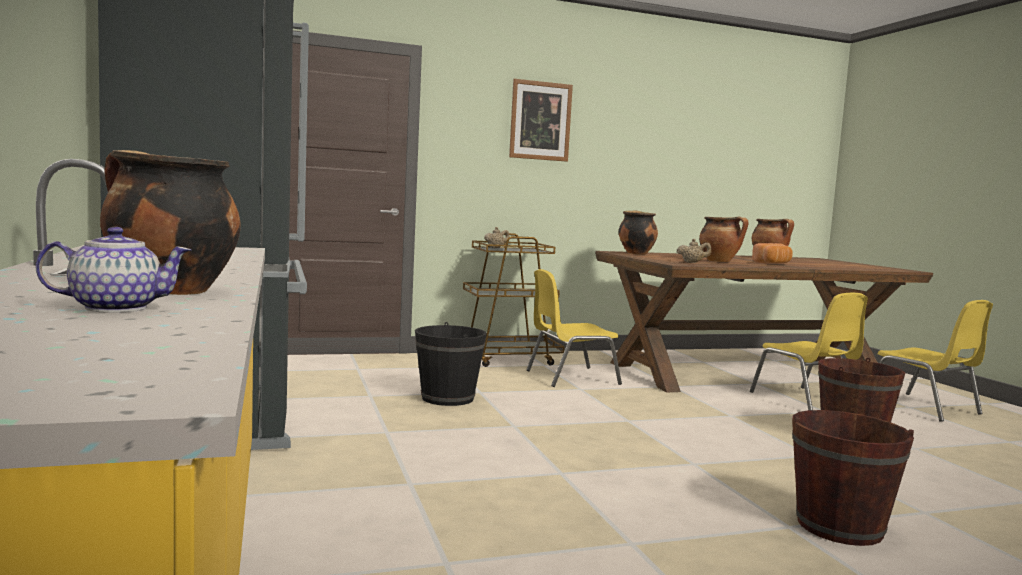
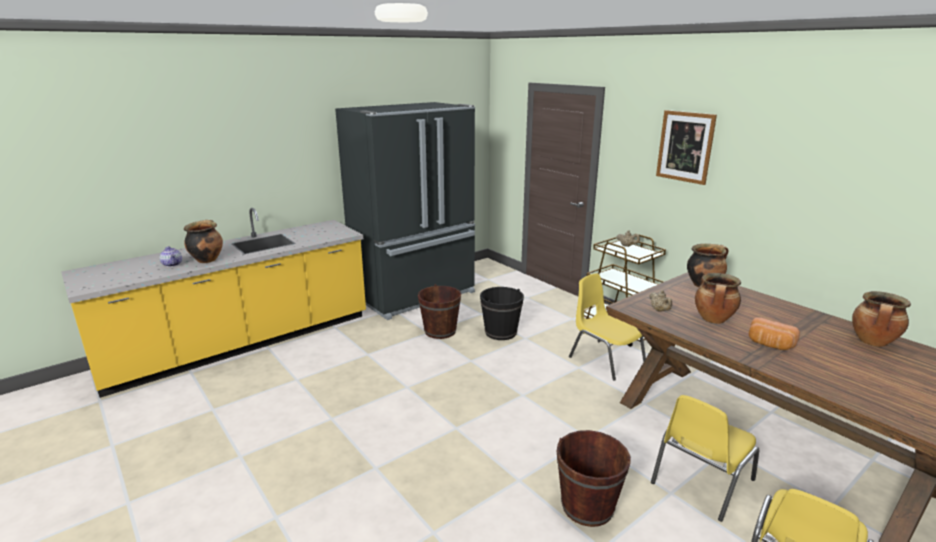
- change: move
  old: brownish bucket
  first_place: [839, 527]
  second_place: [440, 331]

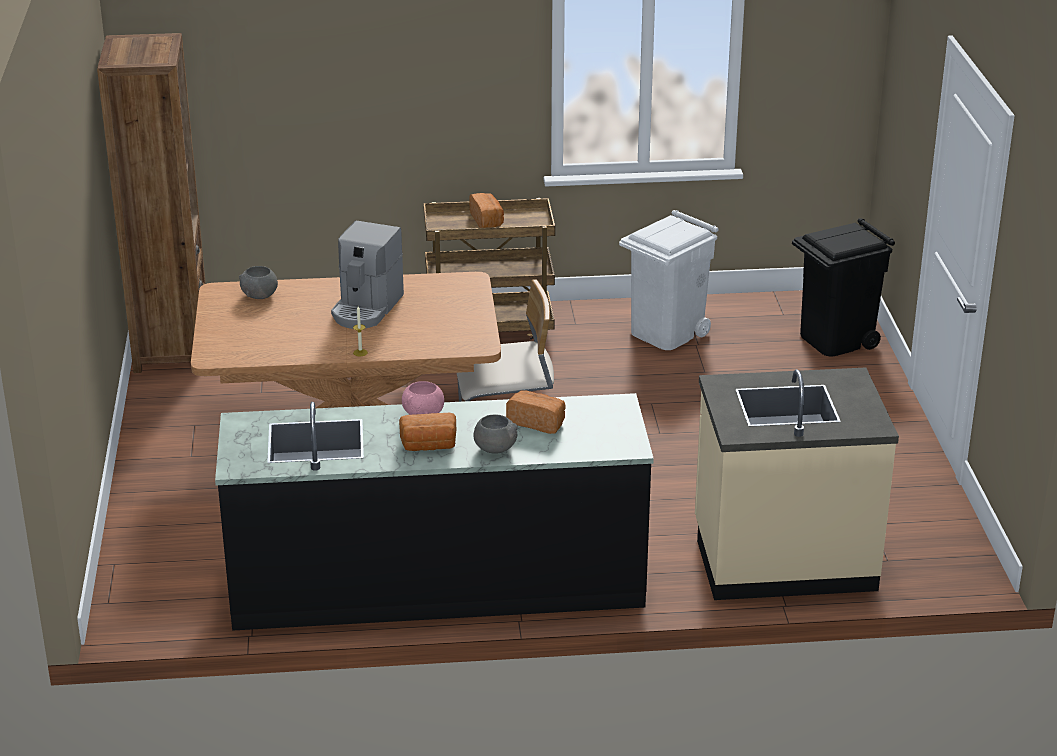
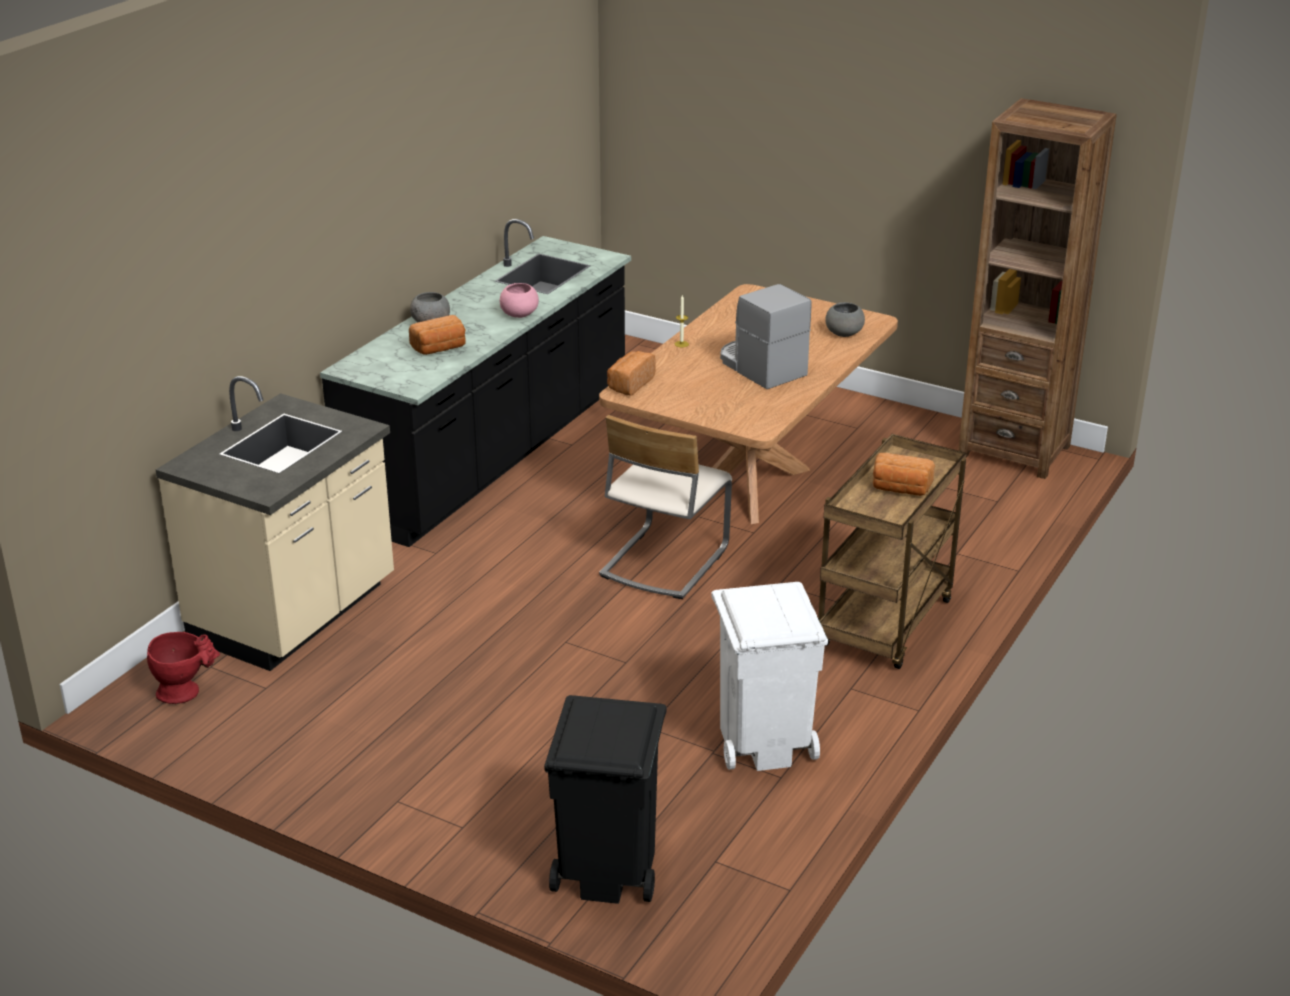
- change: insert
  new: red-coloured vase
  second_place: [186, 692]
- change: move
  old: bakery bread
  first_place: [429, 446]
  second_place: [629, 384]

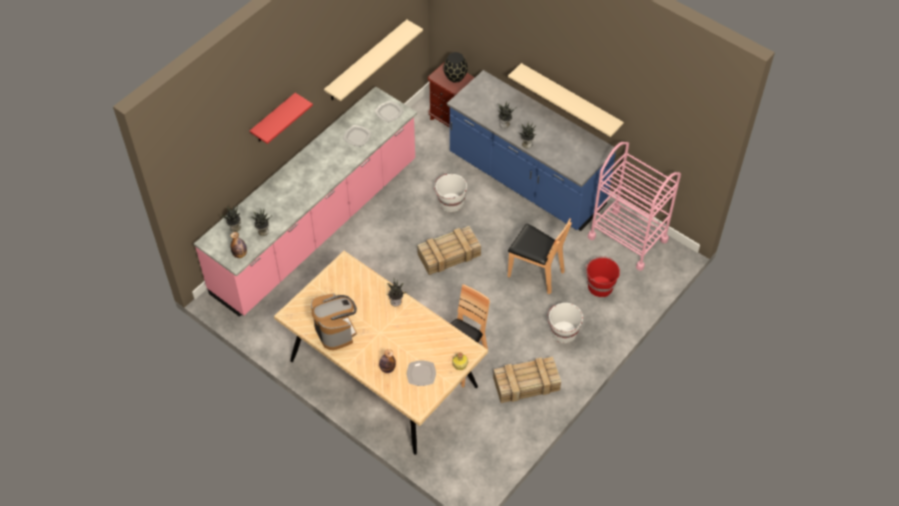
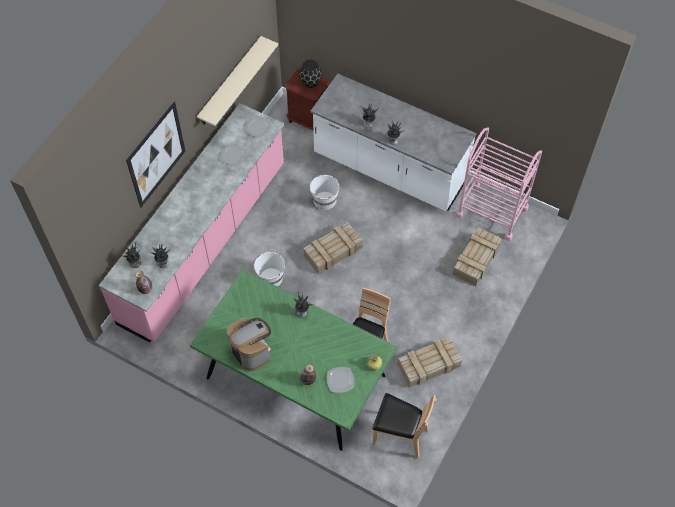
- change: replace
  old: red-coloured bracket shelf
  new: picture
  first_place: [273, 119]
  second_place: [156, 155]
- change: recolor
  old: beige dinner table
  new: green dinner table
  first_place: [382, 373]
  second_place: [295, 377]
- change: move
  old: whitish bucket
  first_place: [563, 332]
  second_place: [270, 278]
- change: recolor
  old: blue-coloured counter
  new: whitish counter
  first_place: [526, 180]
  second_place: [389, 169]
- change: move
  old: brownish plain chair
  first_place: [535, 273]
  second_place: [400, 435]
- change: replace
  old: red-coloured bucket
  new: packing crate
  first_place: [599, 286]
  second_place: [476, 261]
- change: delete
  old: beige bracket shelf
  first_place: [570, 99]

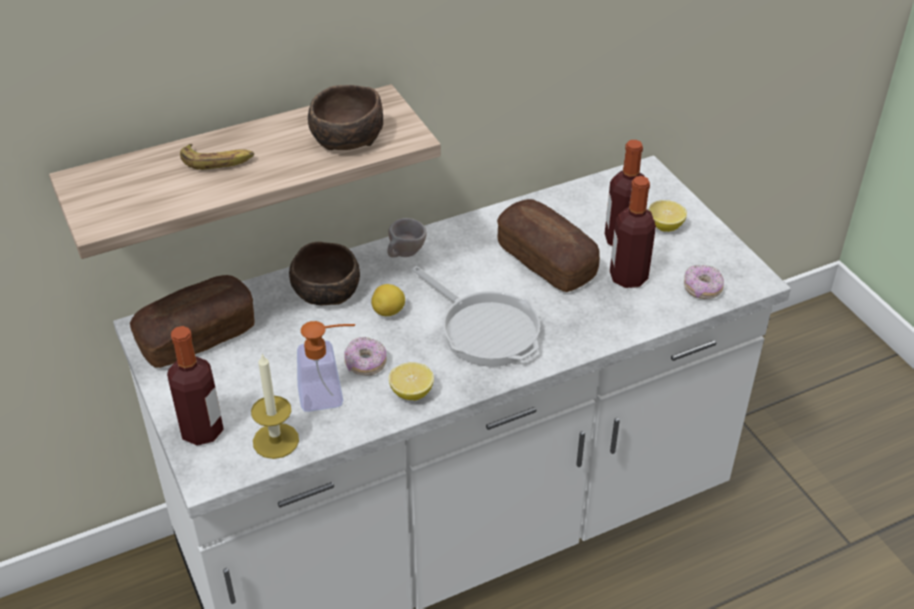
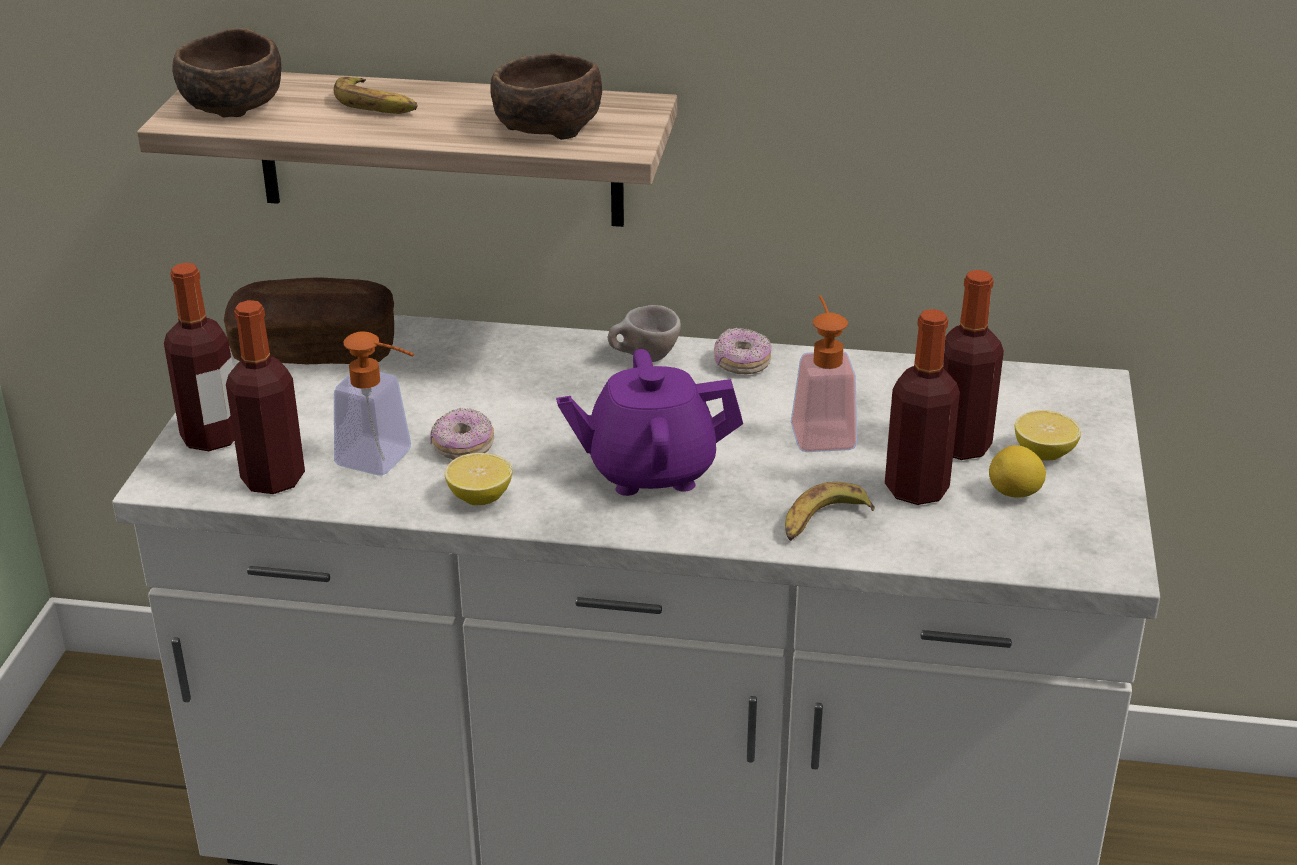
- change: move
  old: brownish serving bowl
  first_place: [327, 292]
  second_place: [232, 105]
- change: replace
  old: wax candle
  new: drink bottle
  first_place: [276, 440]
  second_place: [273, 479]
- change: replace
  old: skillet
  new: purplish tea pot
  first_place: [485, 329]
  second_place: [650, 470]
- change: move
  old: ring doughnut
  first_place: [702, 289]
  second_place: [741, 363]
- change: insert
  new: whole banana
  second_place: [823, 521]
- change: replace
  old: bakery bread
  new: soap bottle
  first_place: [546, 261]
  second_place: [820, 430]
- change: move
  old: citrus fruit
  first_place: [389, 312]
  second_place: [1014, 494]

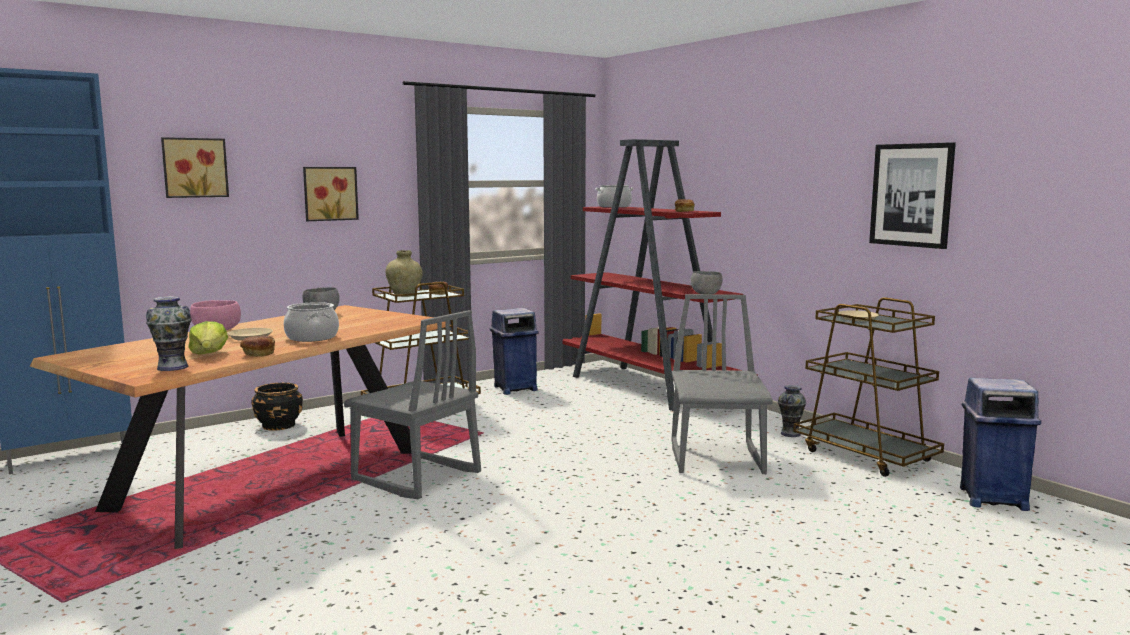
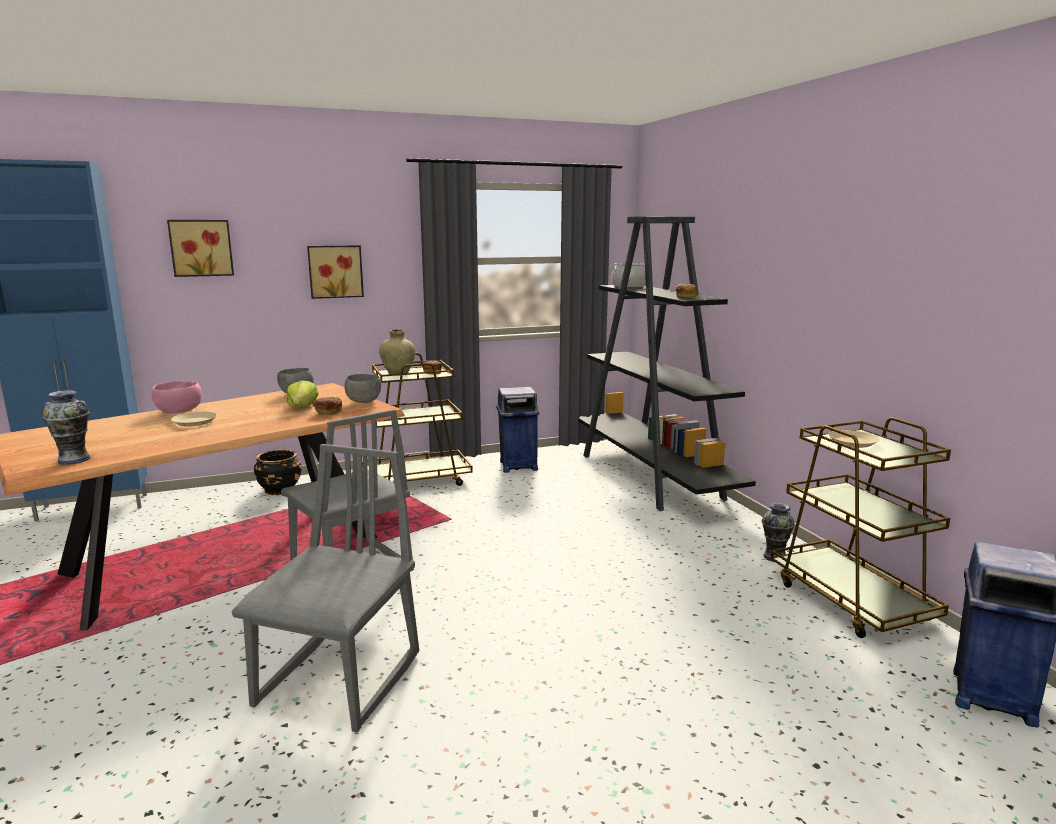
- change: move
  old: gray plain chair
  first_place: [717, 458]
  second_place: [341, 680]
- change: move
  old: lettuce
  first_place: [209, 354]
  second_place: [302, 407]
- change: move
  old: bakery bread
  first_place: [258, 354]
  second_place: [328, 412]
- change: move
  old: gray serving bowl
  first_place: [706, 294]
  second_place: [364, 401]
- change: recolor
  old: red-coloured bookshelf
  new: black bookshelf
  first_place: [648, 388]
  second_place: [651, 477]
- change: delete
  old: stockpot
  first_place: [312, 337]
- change: delete
  old: picture
  first_place: [911, 195]

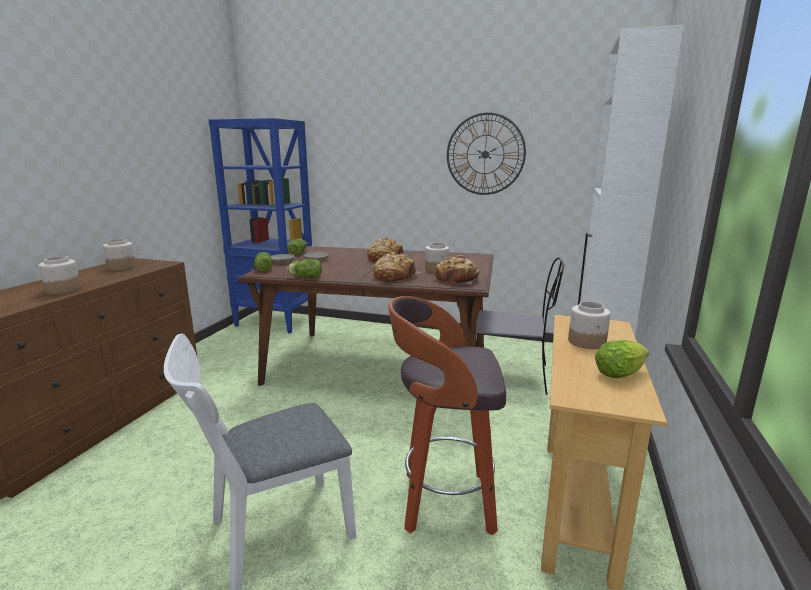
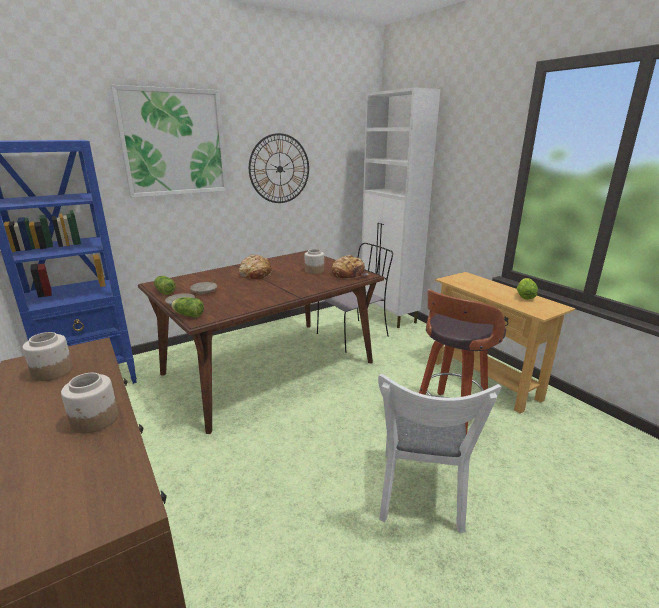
- change: insert
  new: picture
  second_place: [174, 143]
- change: delete
  old: lettuce
  first_place: [305, 277]
- change: delete
  old: bakery bread
  first_place: [394, 277]
- change: delete
  old: storage jar
  first_place: [587, 342]

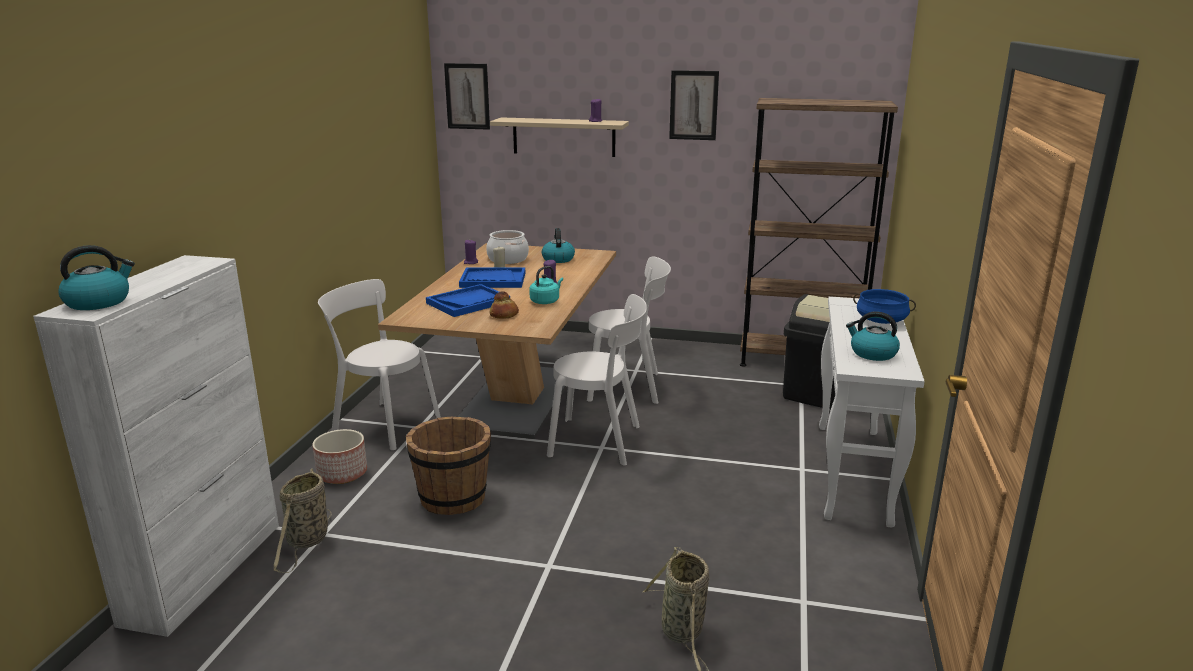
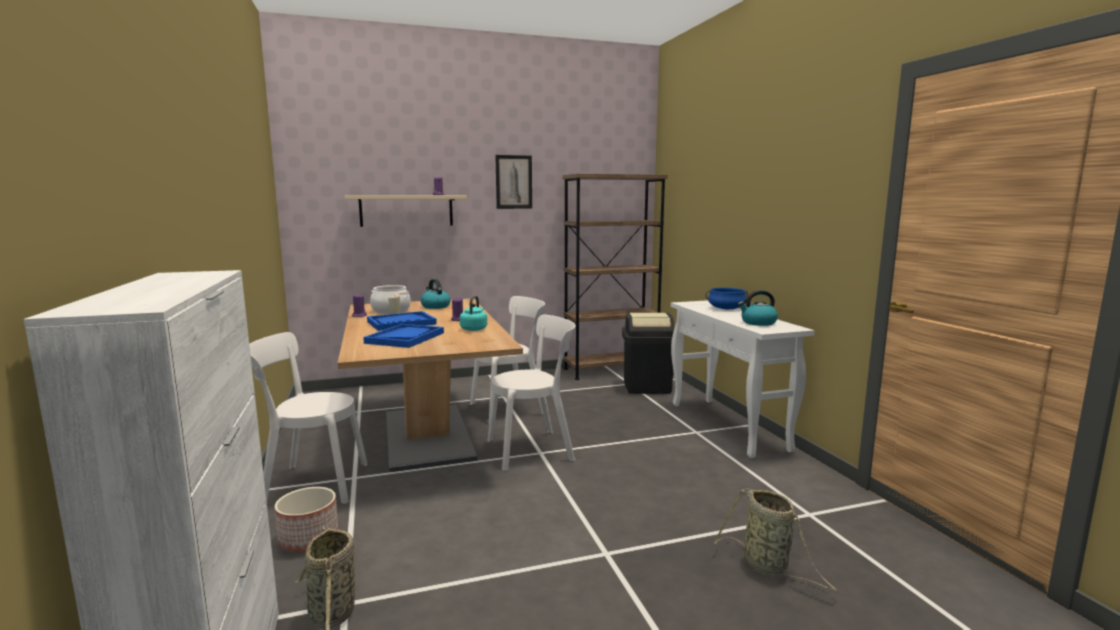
- change: delete
  old: kettle
  first_place: [99, 302]
- change: delete
  old: brownish bucket
  first_place: [453, 498]
- change: delete
  old: picture
  first_place: [467, 96]
- change: delete
  old: bakery bread
  first_place: [504, 314]

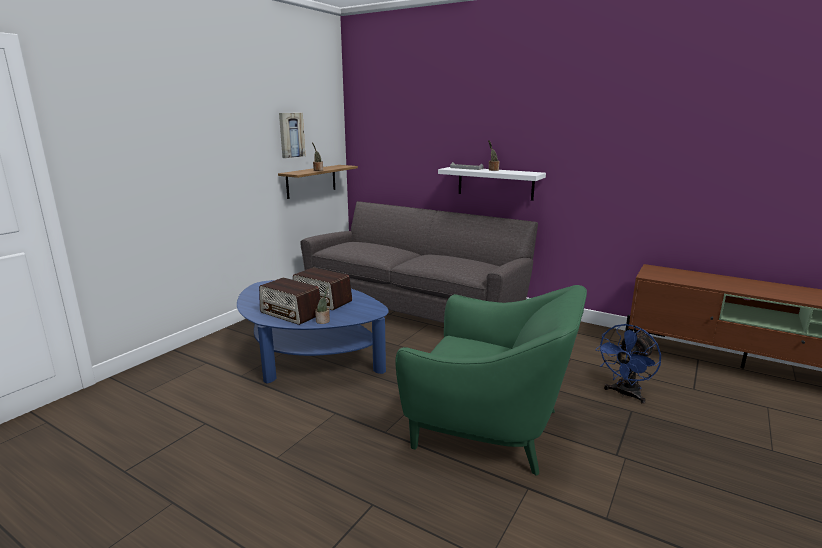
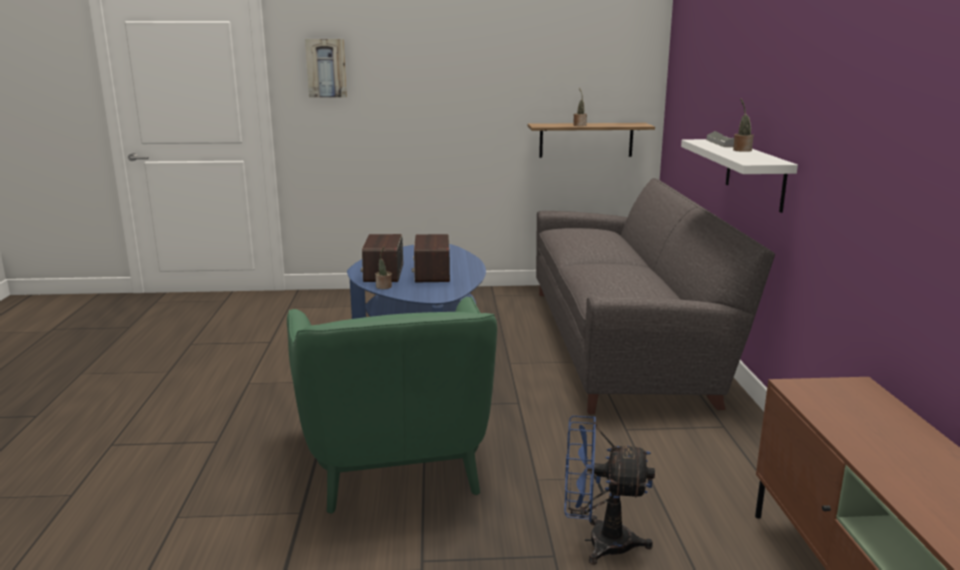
- change: move
  old: picture
  first_place: [291, 135]
  second_place: [326, 68]

